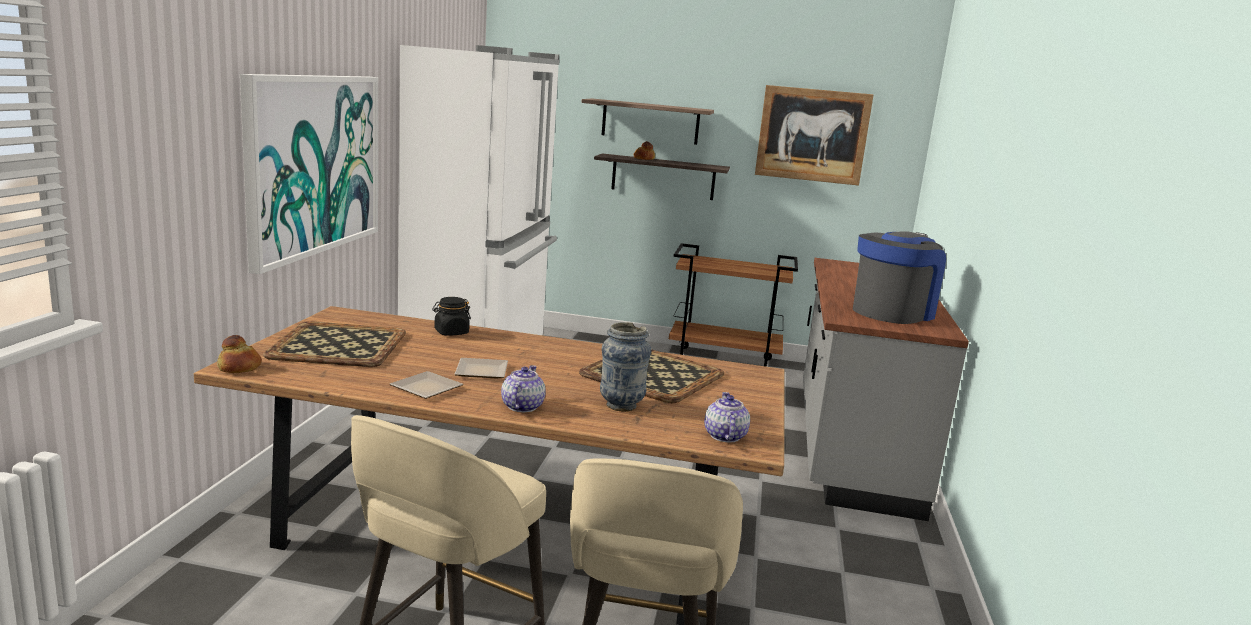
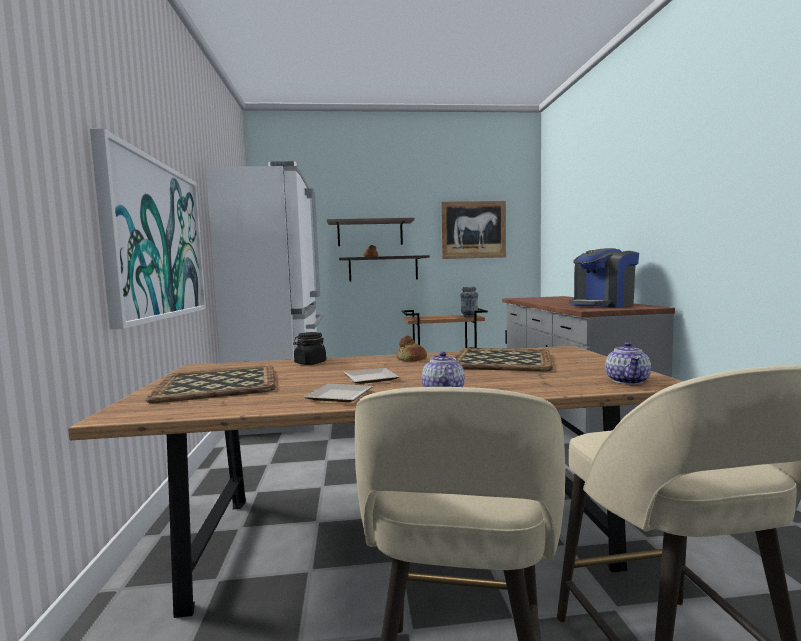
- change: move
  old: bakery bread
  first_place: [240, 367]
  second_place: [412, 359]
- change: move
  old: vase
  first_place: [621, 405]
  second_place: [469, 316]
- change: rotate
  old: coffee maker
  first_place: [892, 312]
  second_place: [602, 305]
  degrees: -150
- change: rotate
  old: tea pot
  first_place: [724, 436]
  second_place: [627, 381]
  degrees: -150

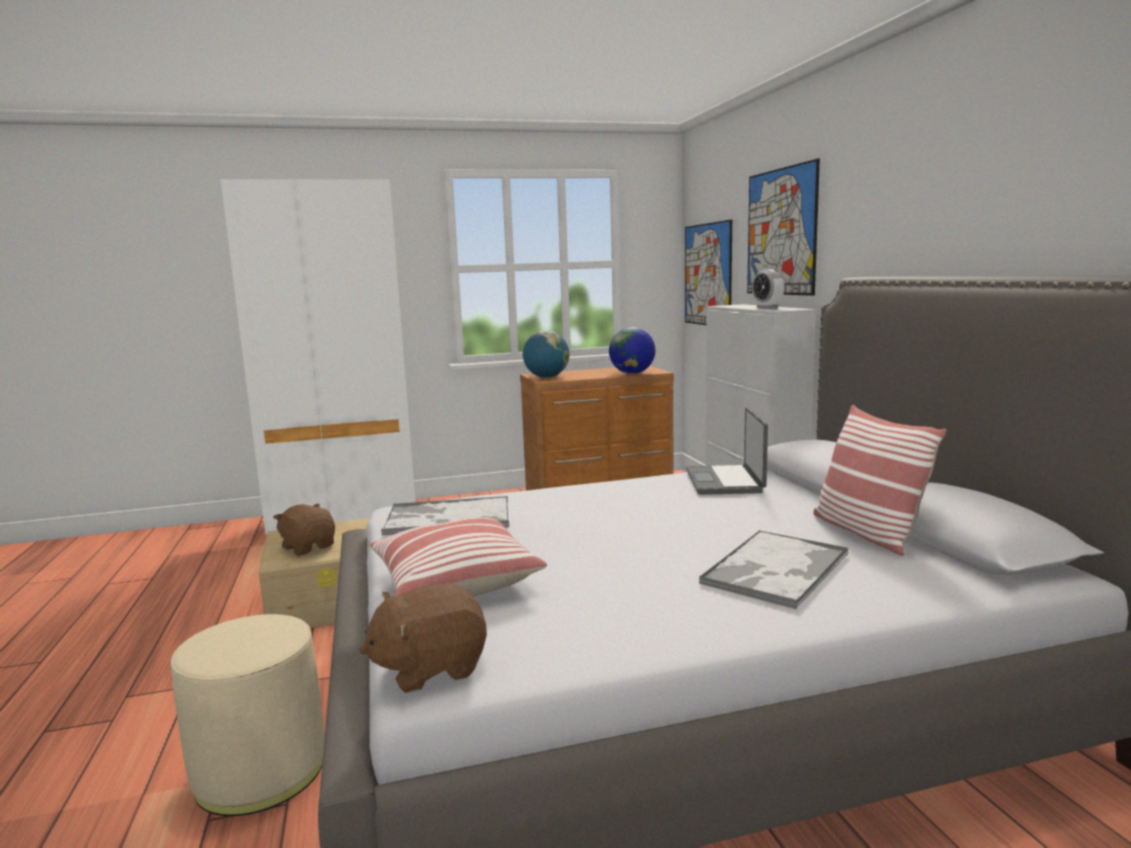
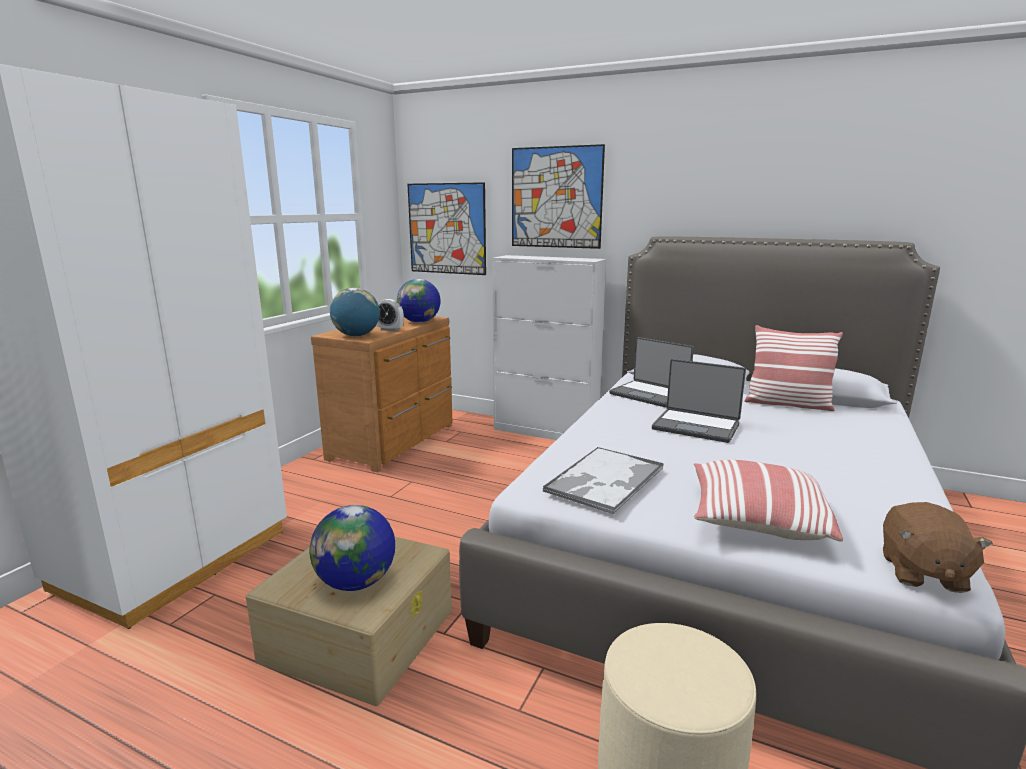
- change: replace
  old: brownish plush toy
  new: desk globe
  first_place: [309, 547]
  second_place: [356, 583]
- change: move
  old: table clock
  first_place: [767, 308]
  second_place: [389, 330]
- change: insert
  new: notebook computer
  second_place: [696, 426]
- change: delete
  old: carrying tray
  first_place: [775, 569]

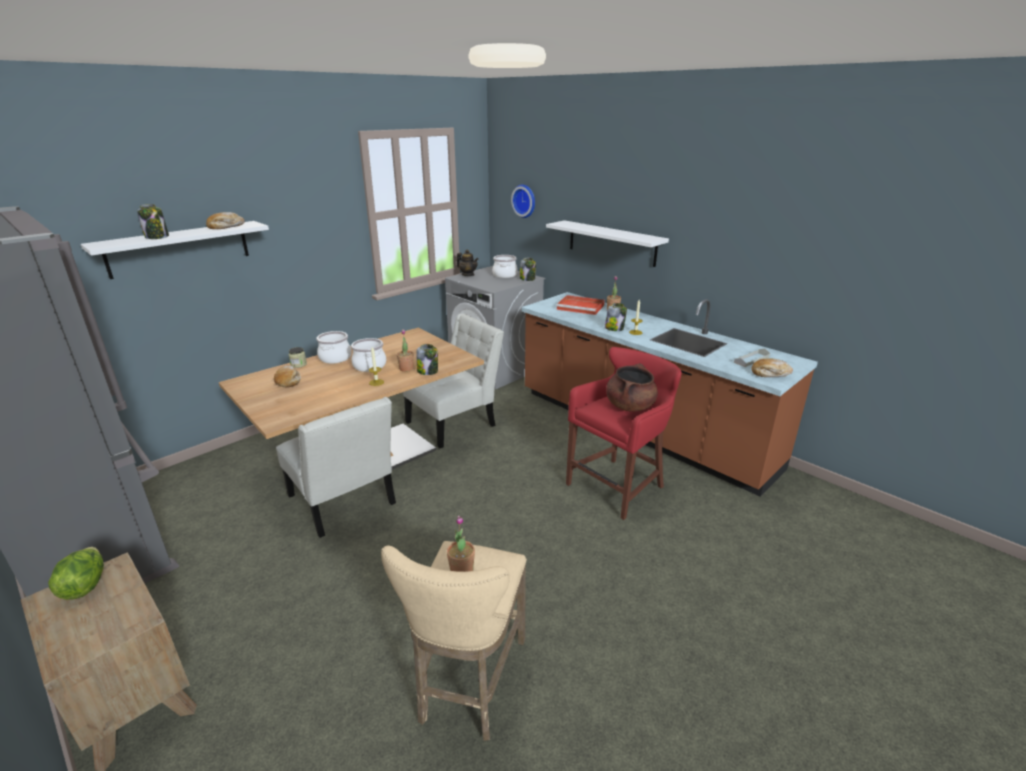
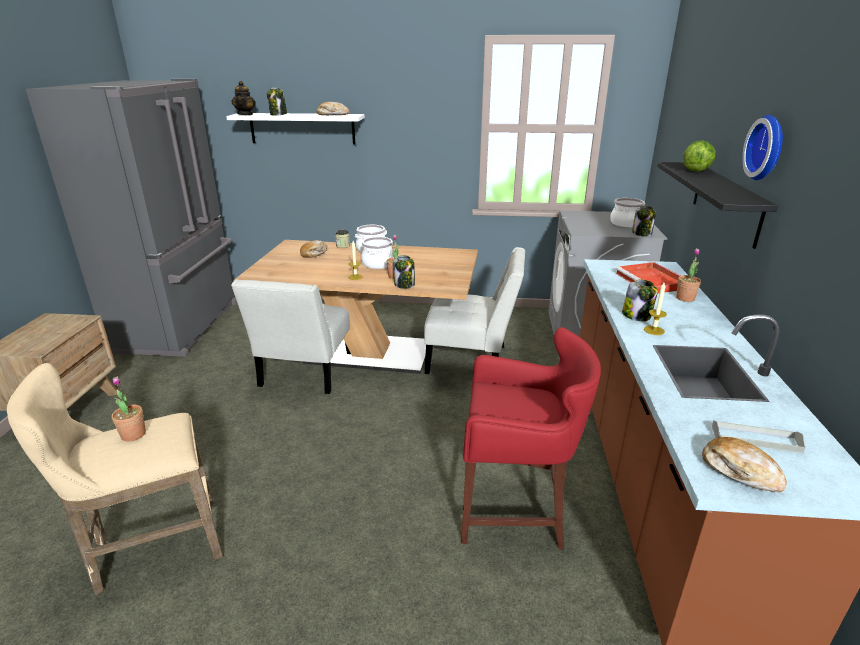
- change: move
  old: tea pot
  first_place: [468, 275]
  second_place: [245, 114]
- change: recolor
  old: whitish bracket shelf
  new: black bracket shelf
  first_place: [611, 243]
  second_place: [726, 202]
- change: move
  old: lettuce
  first_place: [85, 585]
  second_place: [696, 170]
- change: move
  old: hanging clock
  first_place: [525, 201]
  second_place: [768, 148]
- change: delete
  old: brownish stockpot
  first_place: [630, 406]

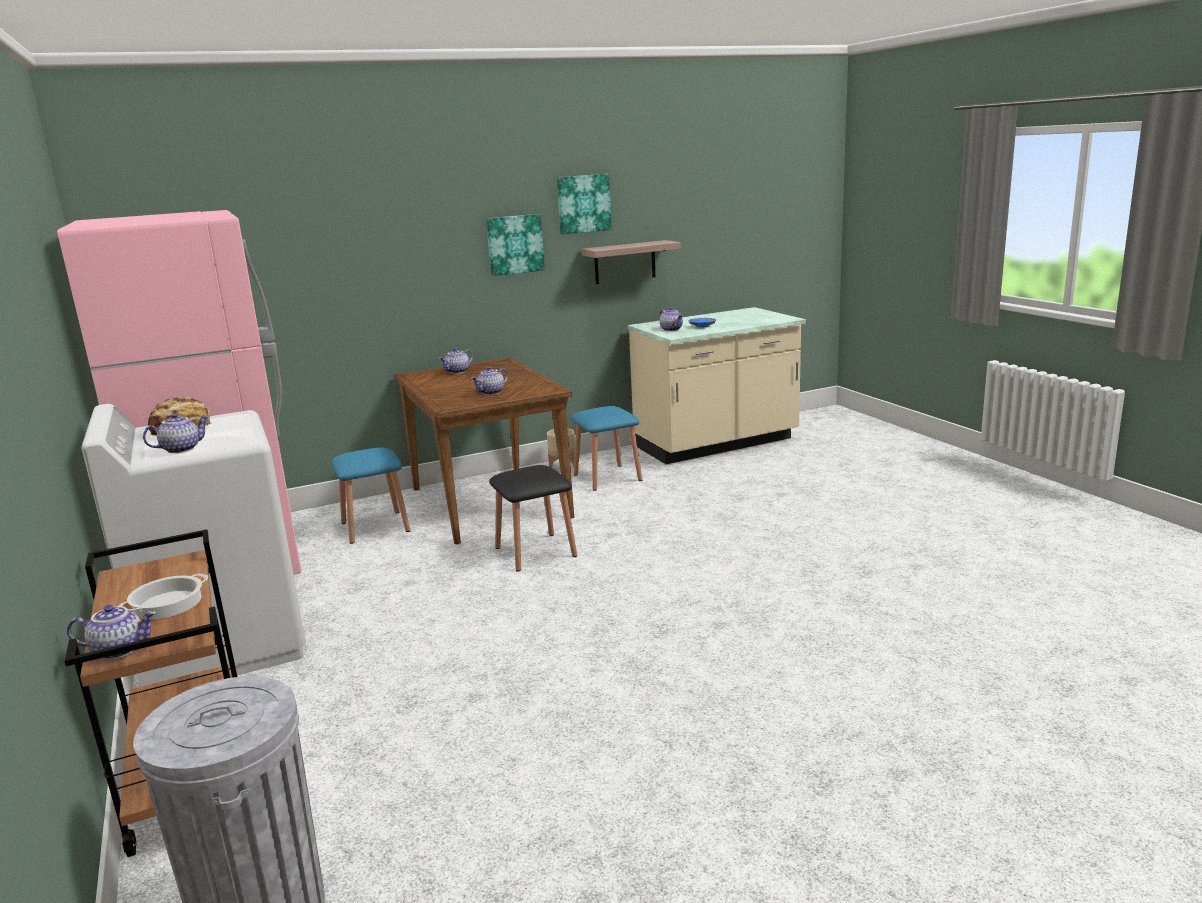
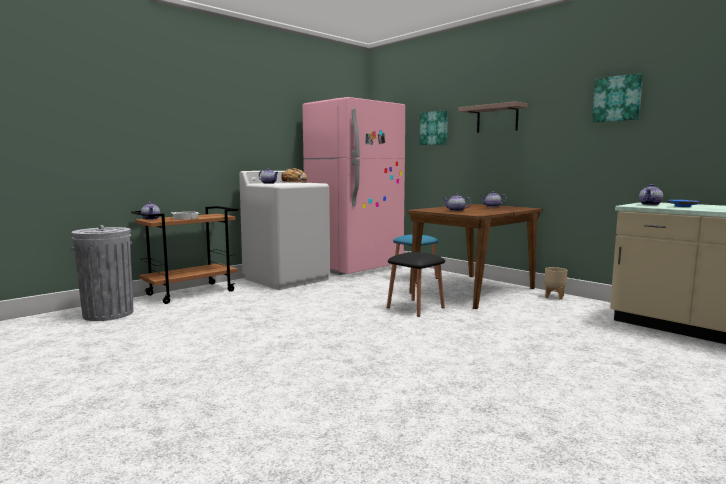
- change: move
  old: picture
  first_place: [514, 244]
  second_place: [434, 128]
- change: move
  old: bracket shelf
  first_place: [624, 262]
  second_place: [497, 118]
- change: delete
  old: blue-coloured sitting stool
  first_place: [607, 477]

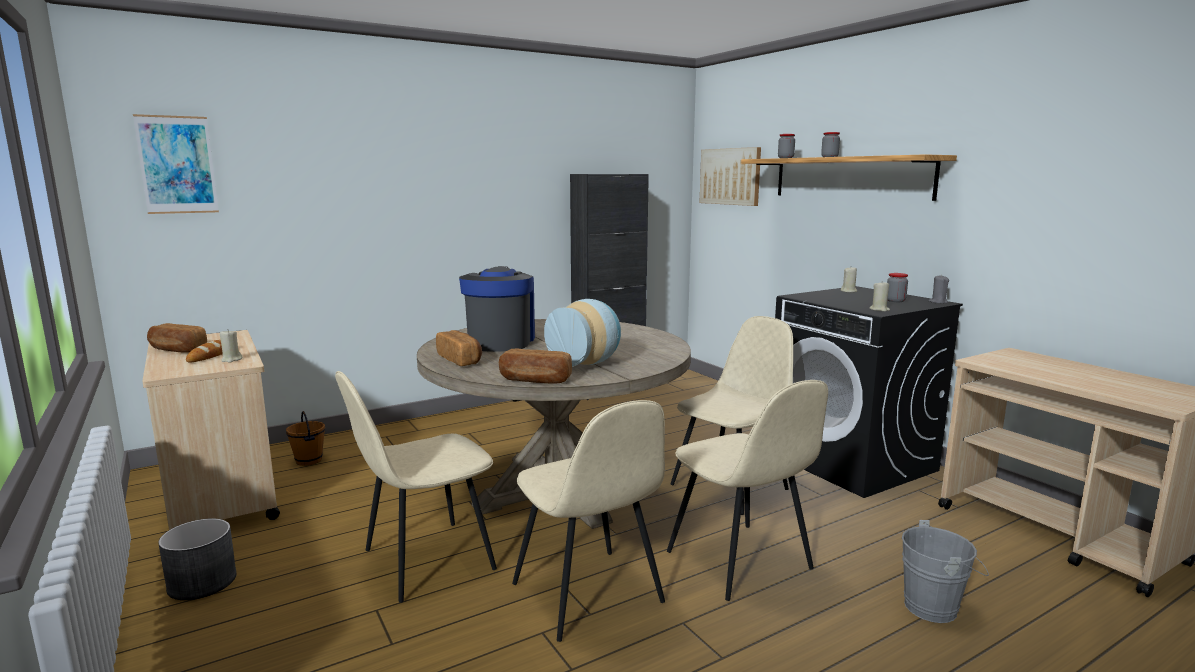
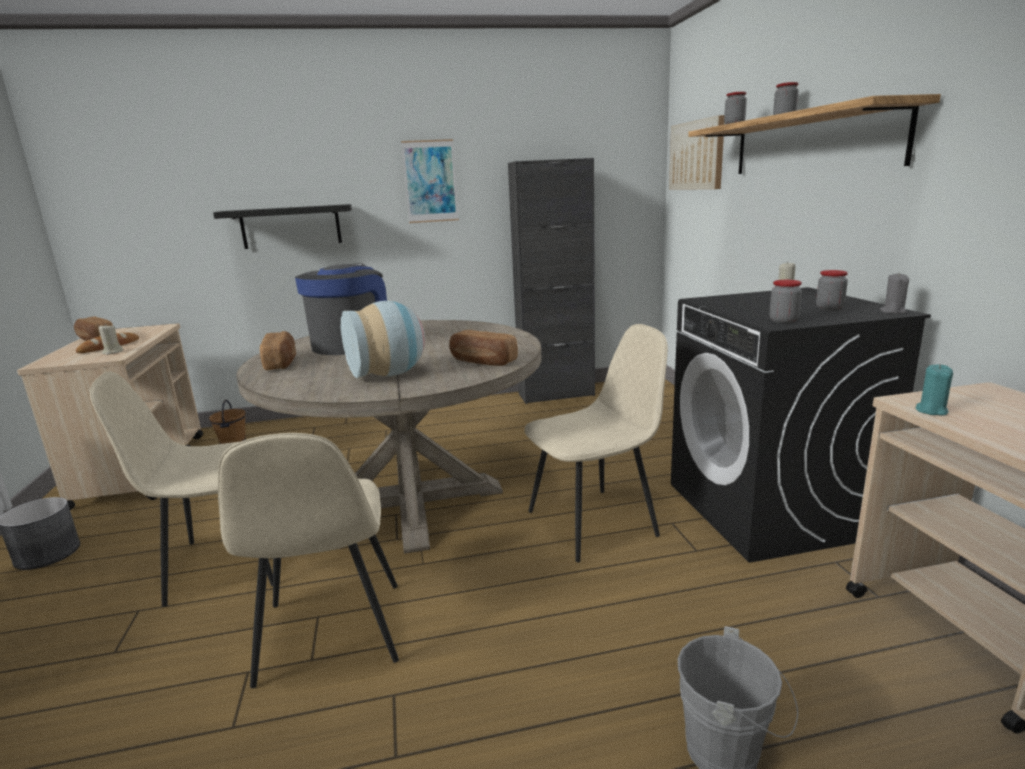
- change: insert
  new: black bracket shelf
  second_place: [291, 226]
- change: move
  old: picture
  first_place: [177, 165]
  second_place: [430, 181]
- change: move
  old: bakery bread
  first_place: [535, 380]
  second_place: [482, 361]
- change: replace
  old: beige wax candle
  new: storage jar
  first_place: [879, 309]
  second_place: [783, 321]
- change: insert
  new: turquoise wax candle
  second_place: [931, 410]
- change: delete
  old: beige plain chair
  first_place: [740, 562]

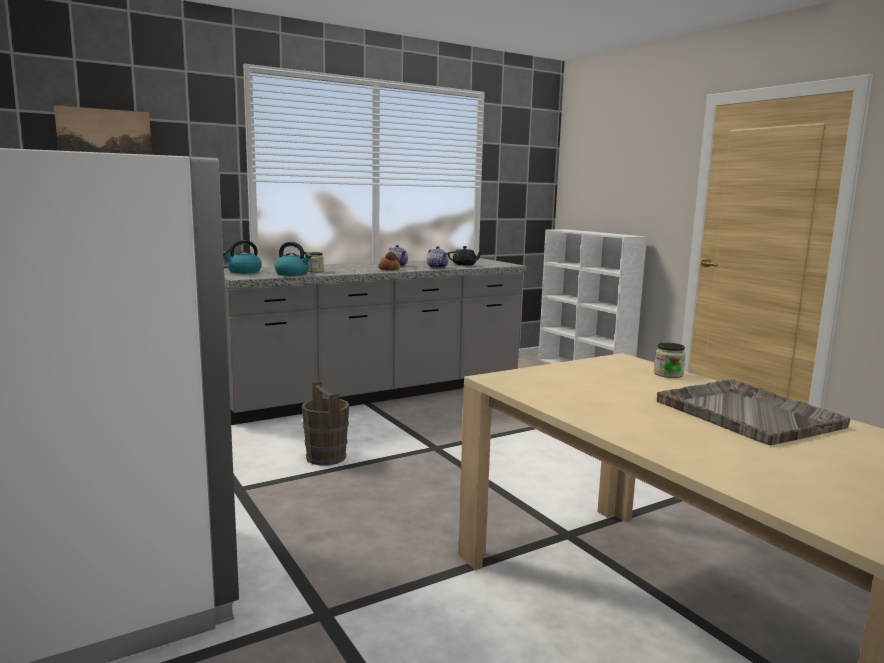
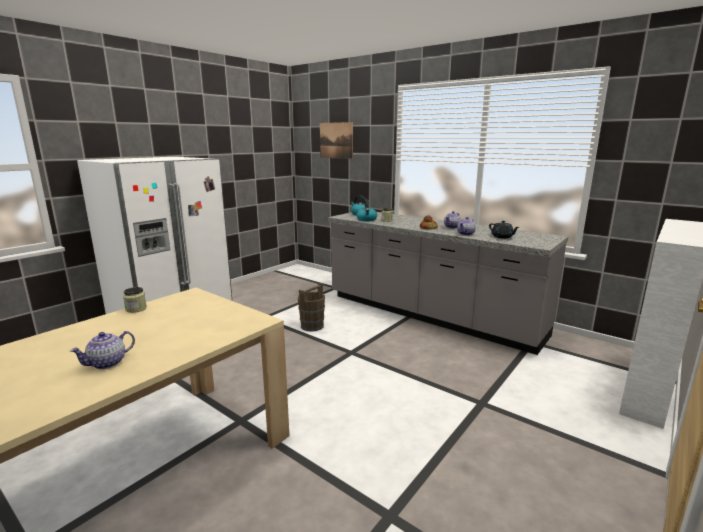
- change: replace
  old: gray carrying tray
  new: tea pot
  first_place: [746, 413]
  second_place: [108, 363]
- change: move
  old: storage jar
  first_place: [668, 374]
  second_place: [136, 309]

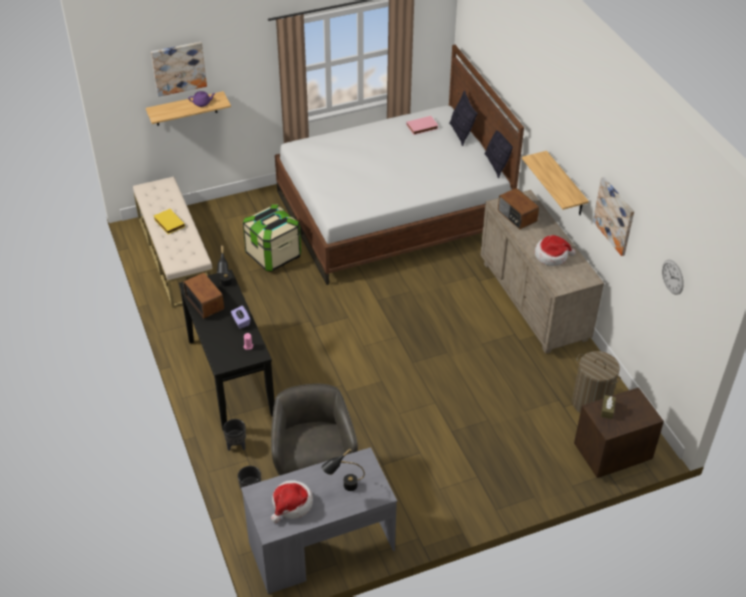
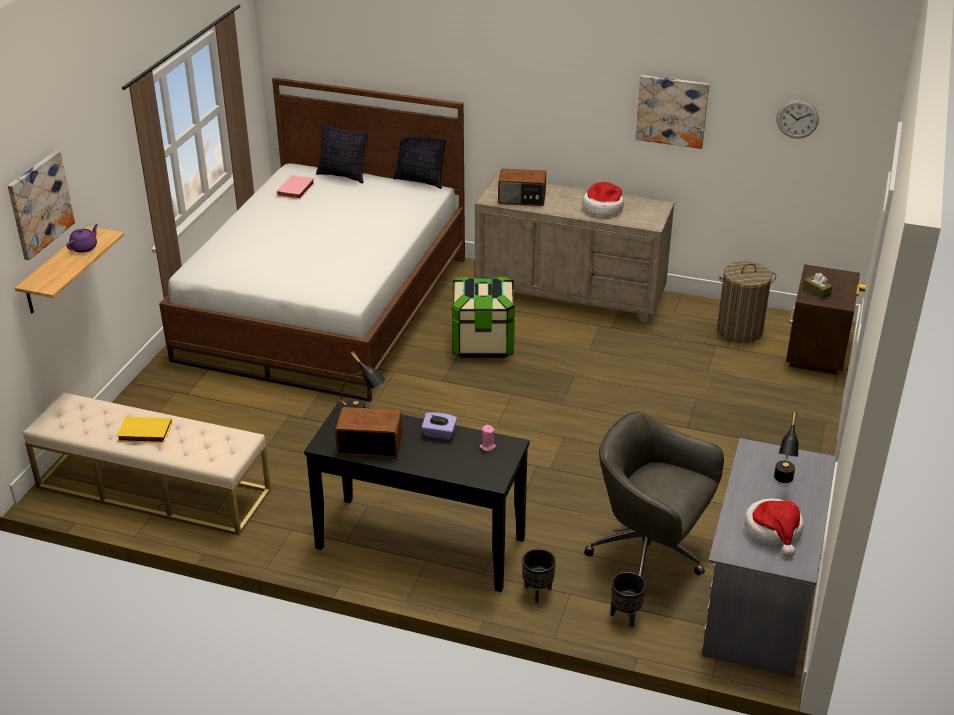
- change: move
  old: storage bin
  first_place: [273, 255]
  second_place: [483, 343]
- change: delete
  old: bracket shelf
  first_place: [565, 185]

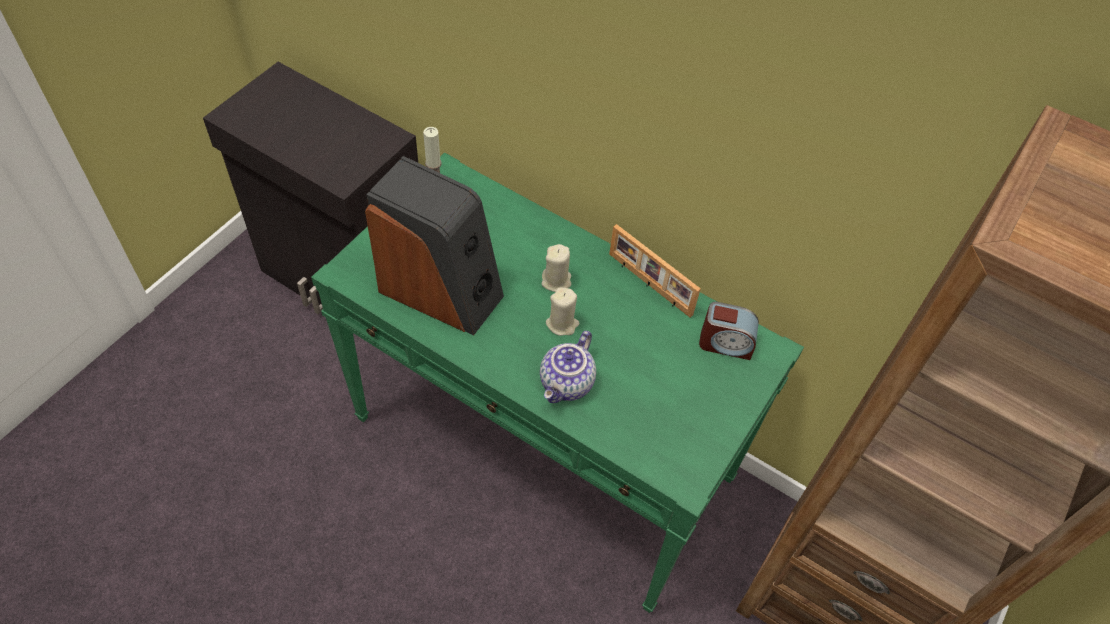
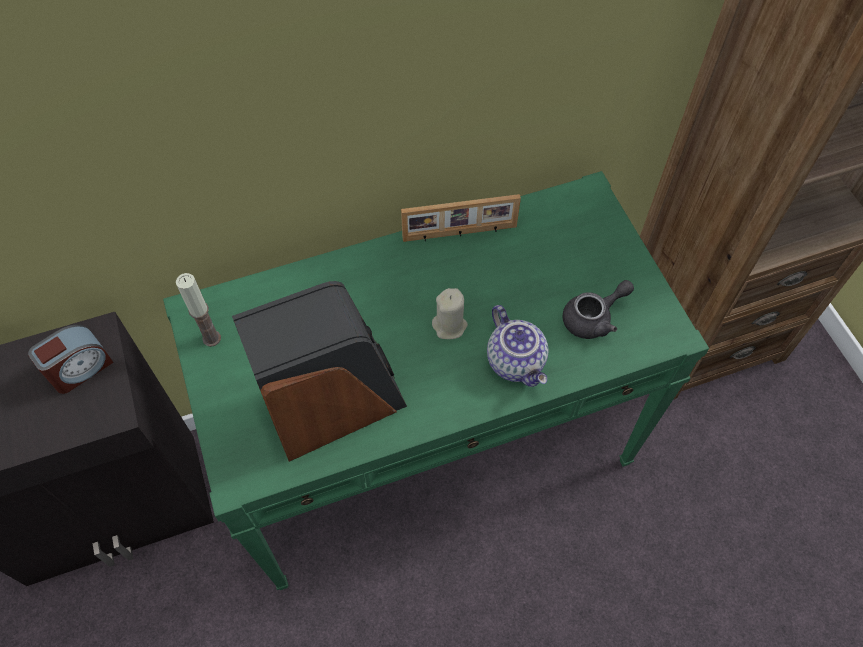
- change: move
  old: table clock
  first_place: [725, 343]
  second_place: [80, 369]
- change: insert
  new: gray tea pot
  second_place: [593, 318]
- change: delete
  old: beige wax candle
  first_place: [556, 281]

